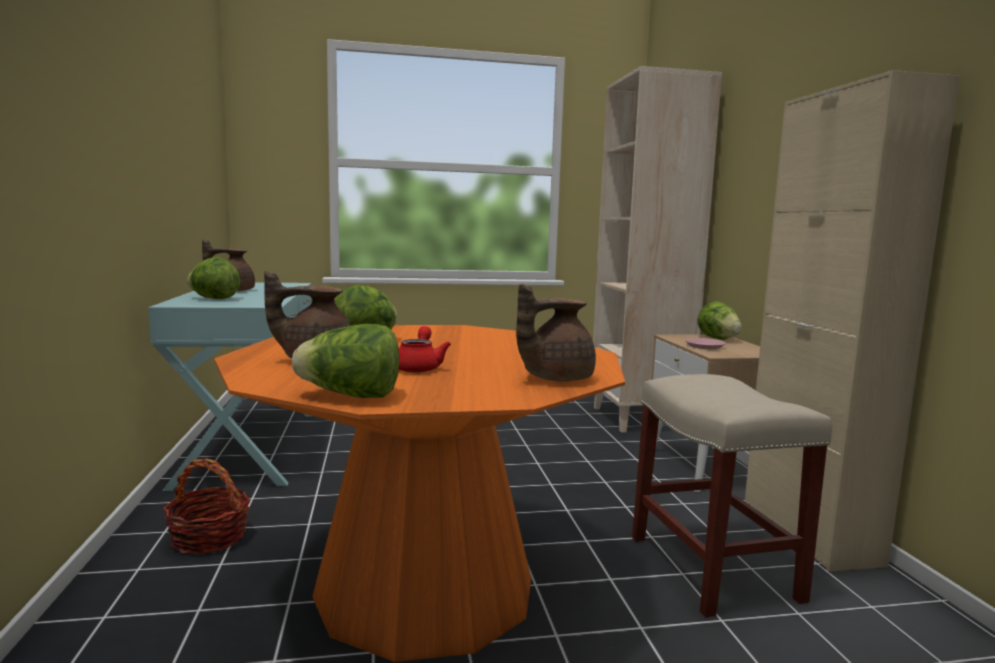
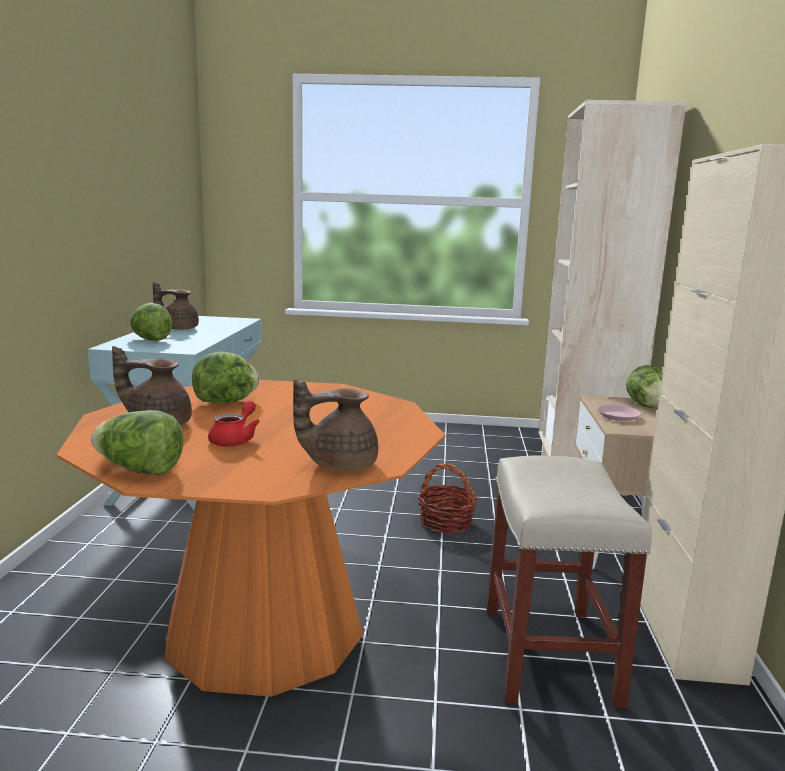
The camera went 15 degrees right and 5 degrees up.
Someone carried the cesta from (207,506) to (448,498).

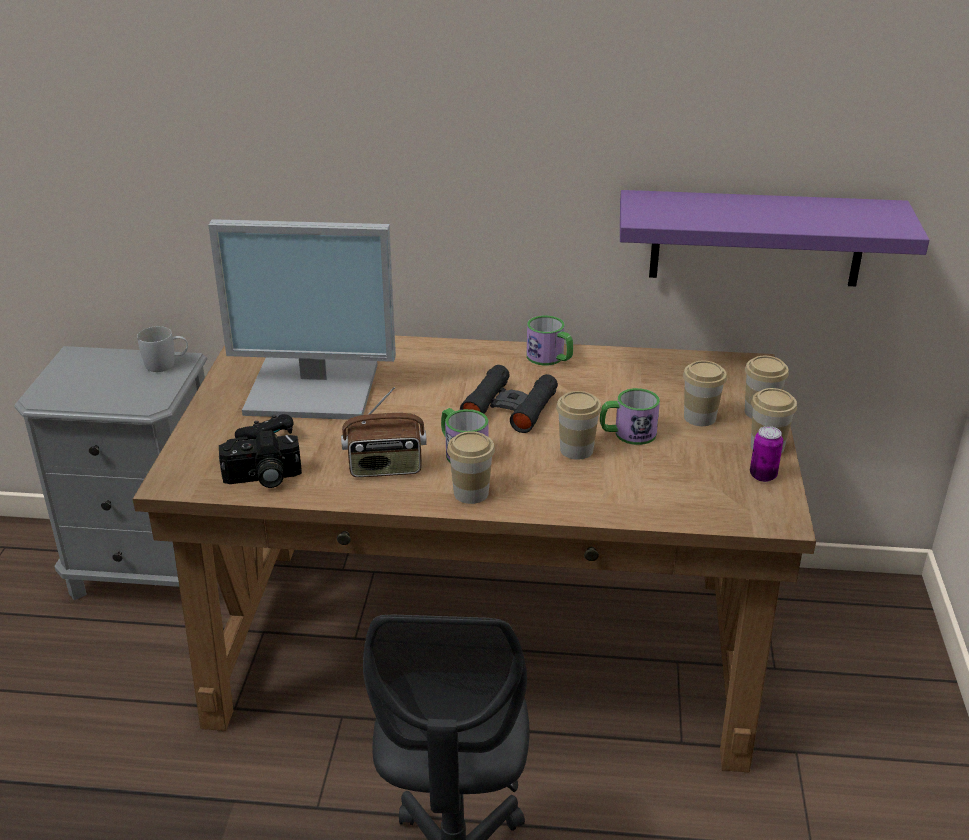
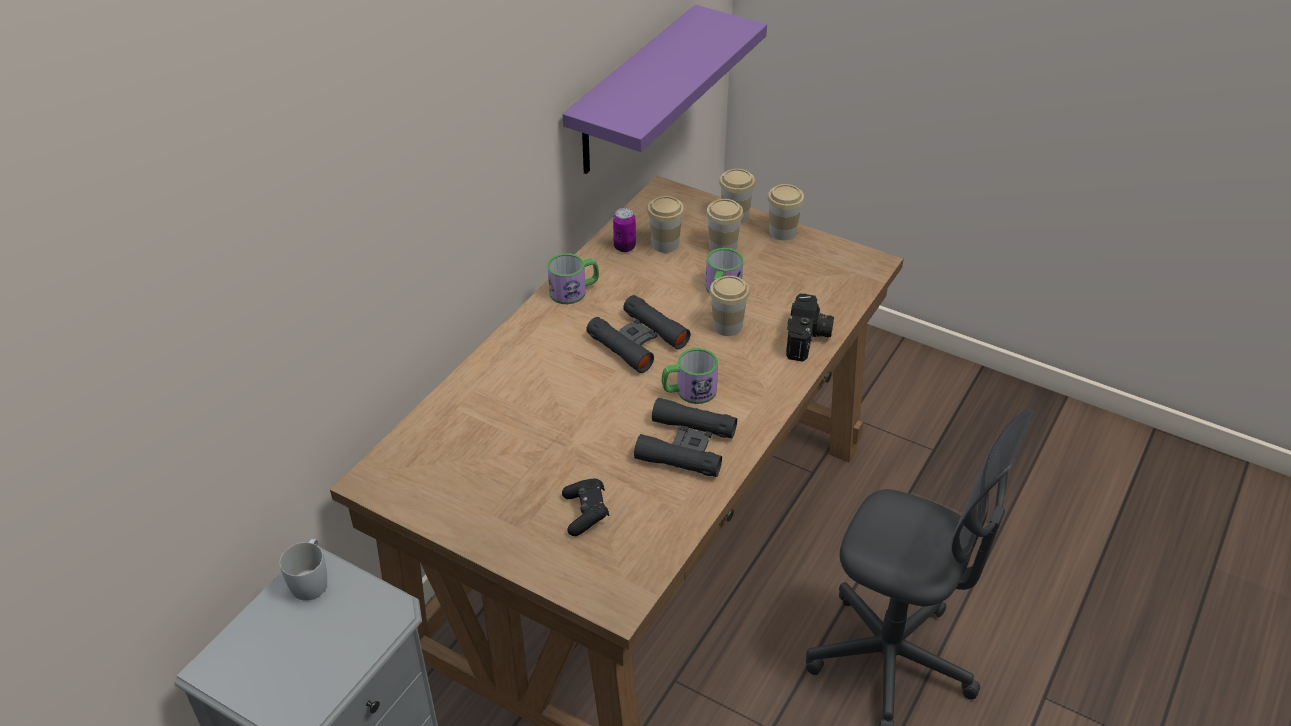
The camera went 65 degrees left and 10 degrees up.
Someone took away the monitor at (302,319).
Someone carried the cámara from (260,459) to (810,327).
Someone swapped the radio at (384,432) for the prismáticos (negro) at (685,437).
Someone carried the taza from (471,467) to (665,224).
Someone carried the lata from (766,454) to (624,230).

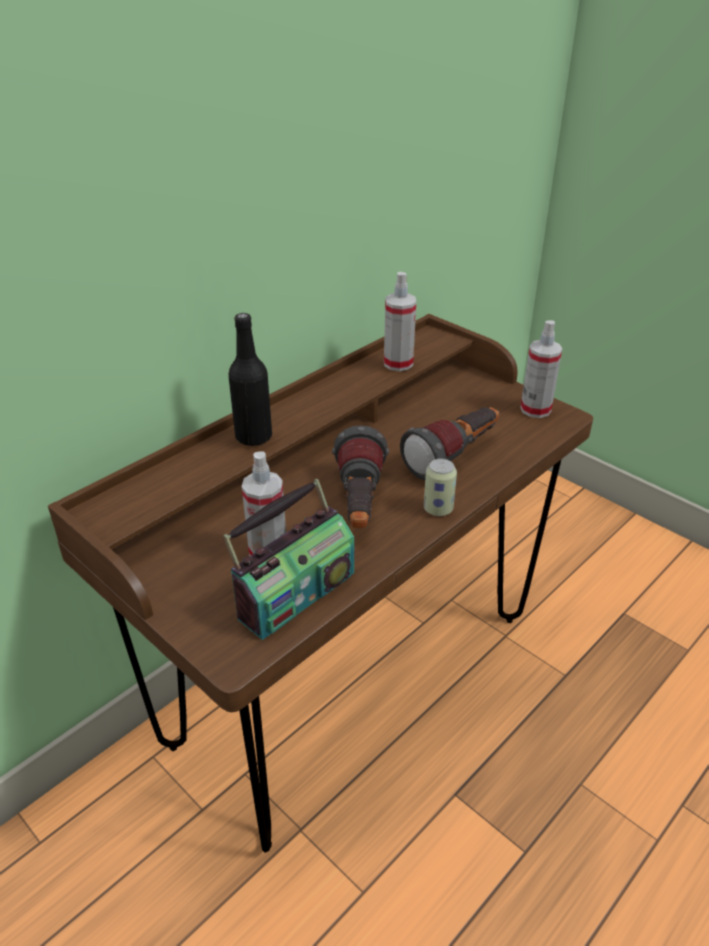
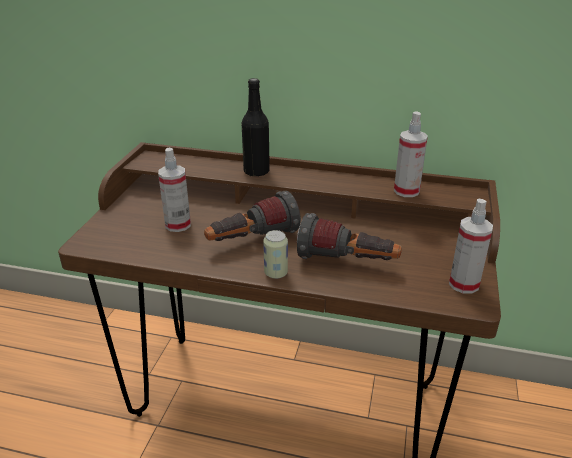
The camera went 60 degrees right and 5 degrees down.
Someone took away the radio at (288,559).

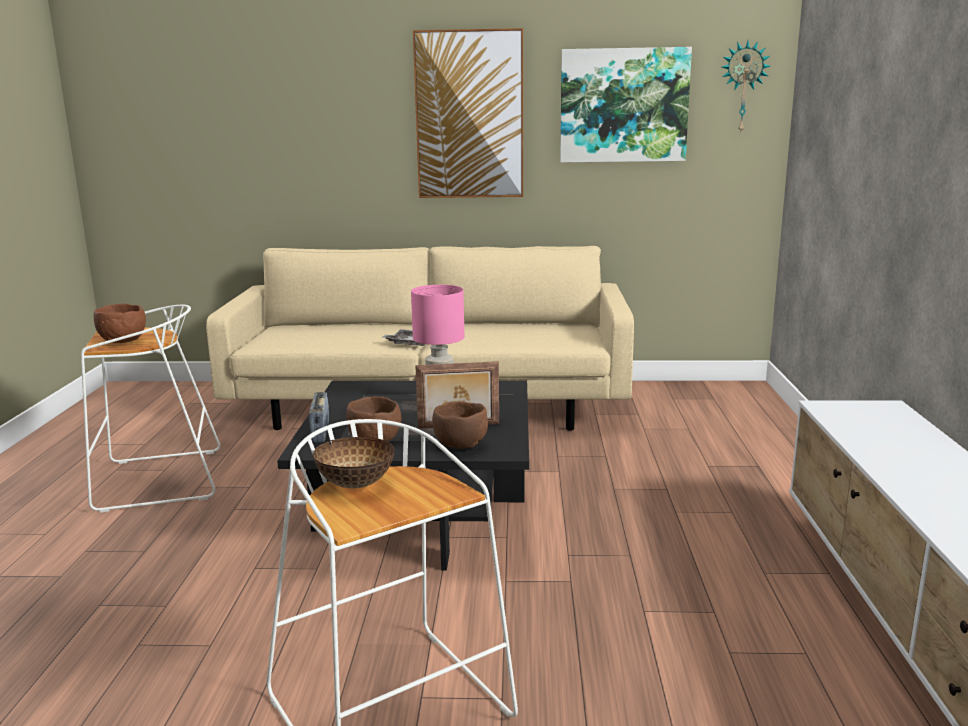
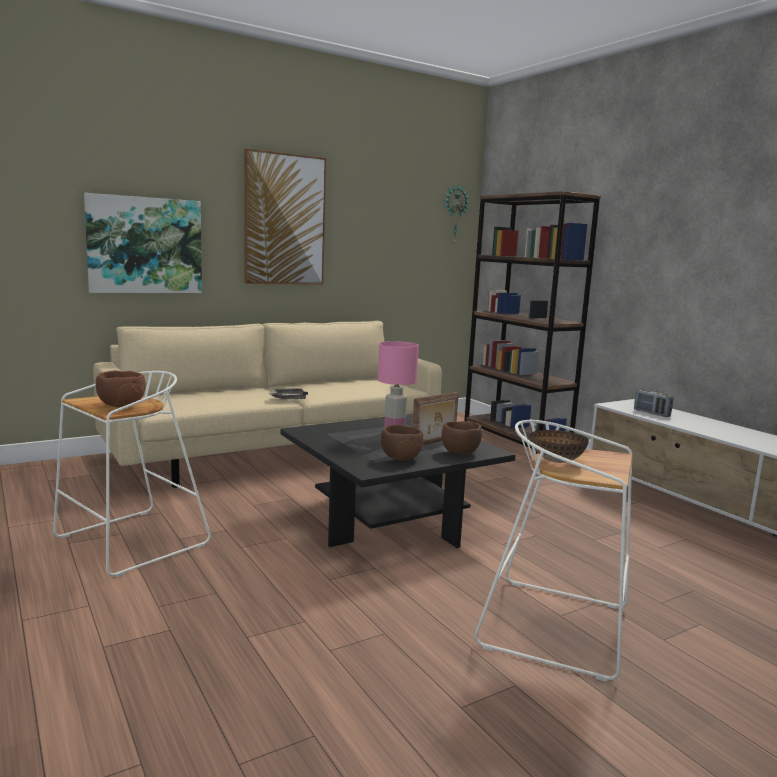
The camera went 35 degrees left and 5 degrees down.
Someone carried the radio from (319,417) to (653,403).
Someone carried the cuadro from (626,105) to (143,243).
Someone put down the estantería (marrón) at (532,322).

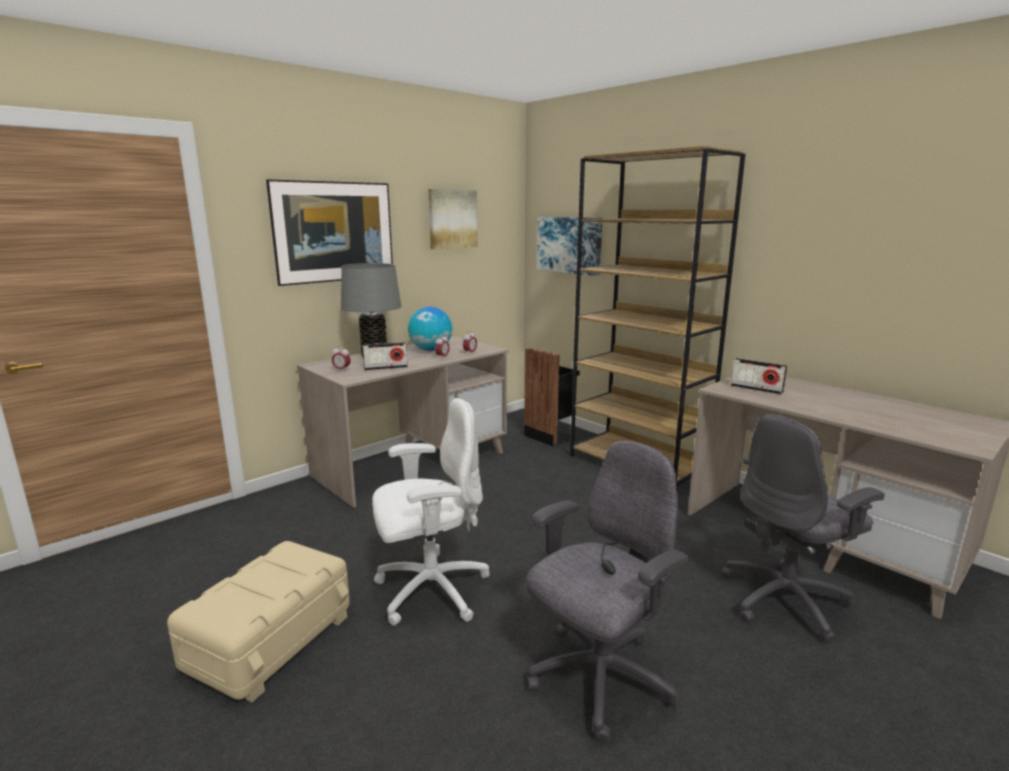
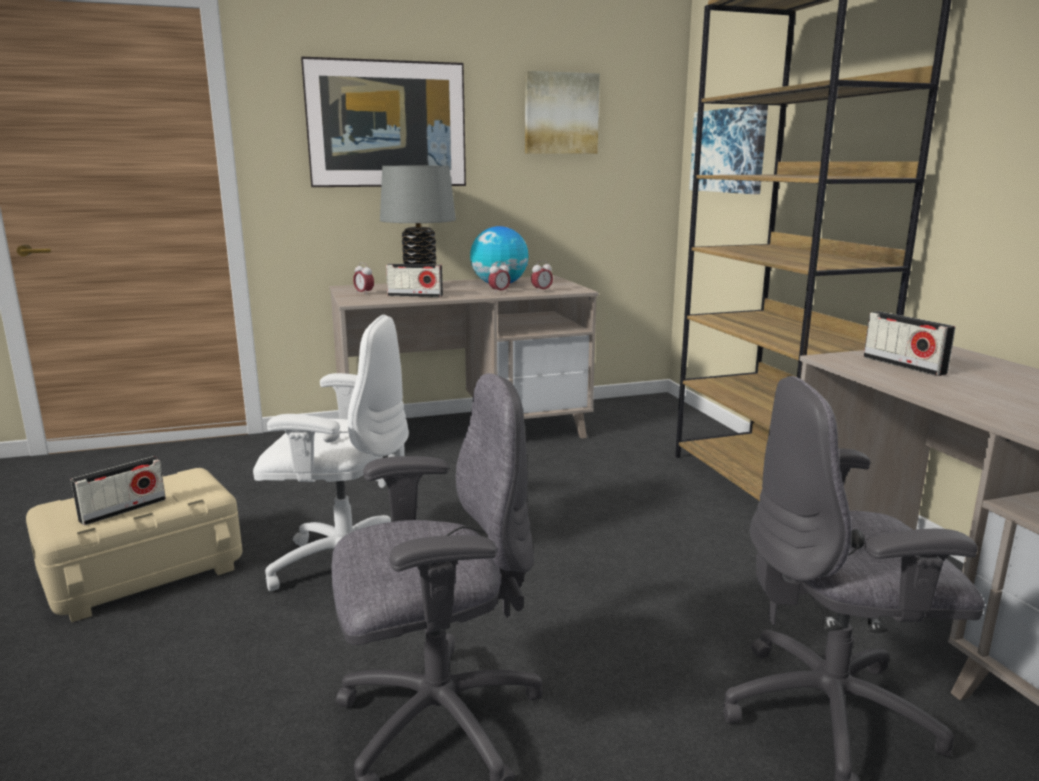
The camera went 25 degrees right and 0 degrees up.
Someone took away the papelera (negro) at (552,397).
Someone put down the radio at (118,491).

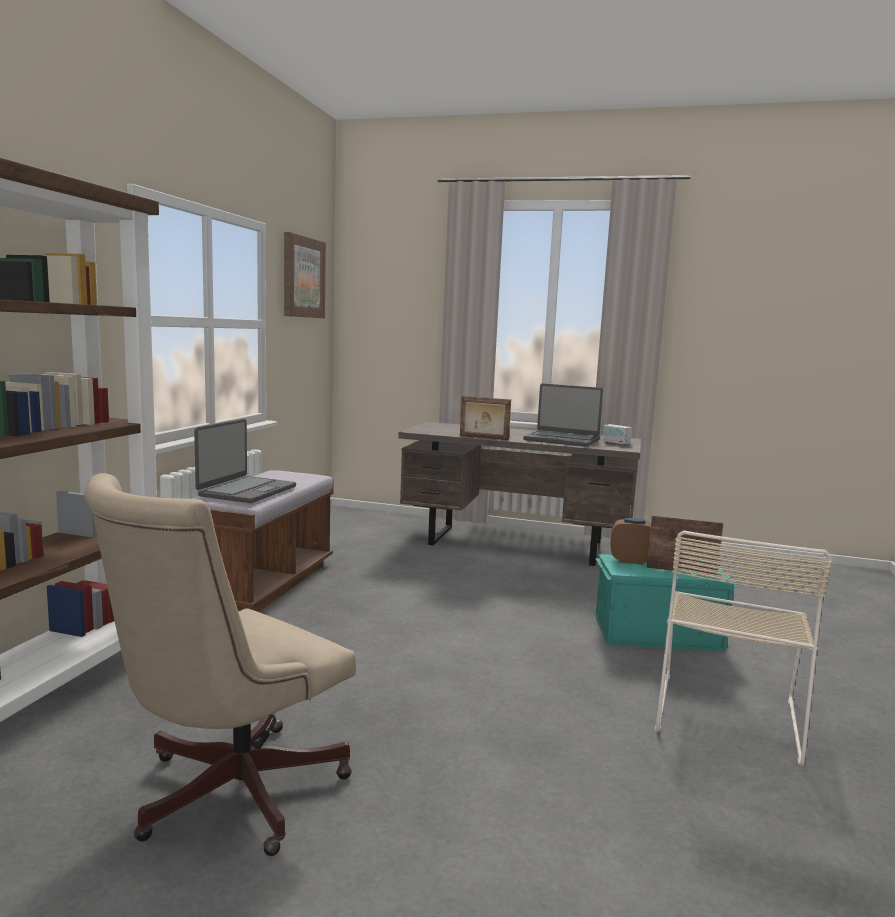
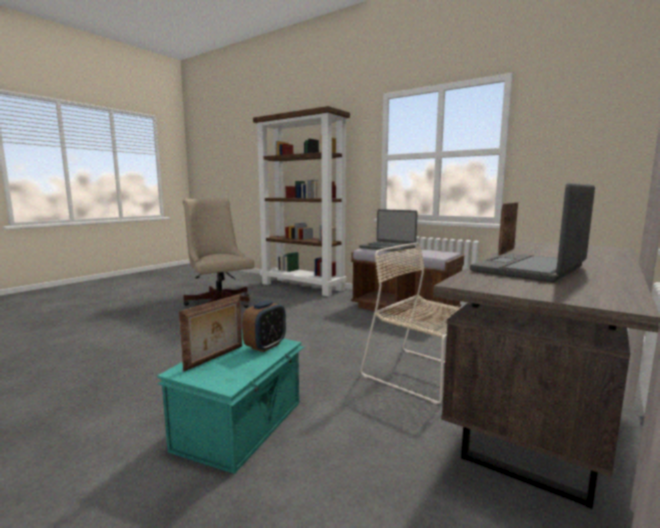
The camera went 110 degrees right and 0 degrees up.
Someone took away the cuadro at (305,275).
Someone took away the radio at (617,429).
Someone carried the silla (beis) from (743,648) to (410,323).

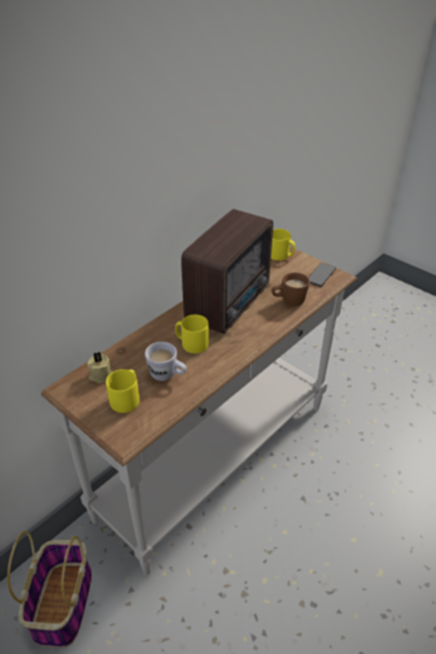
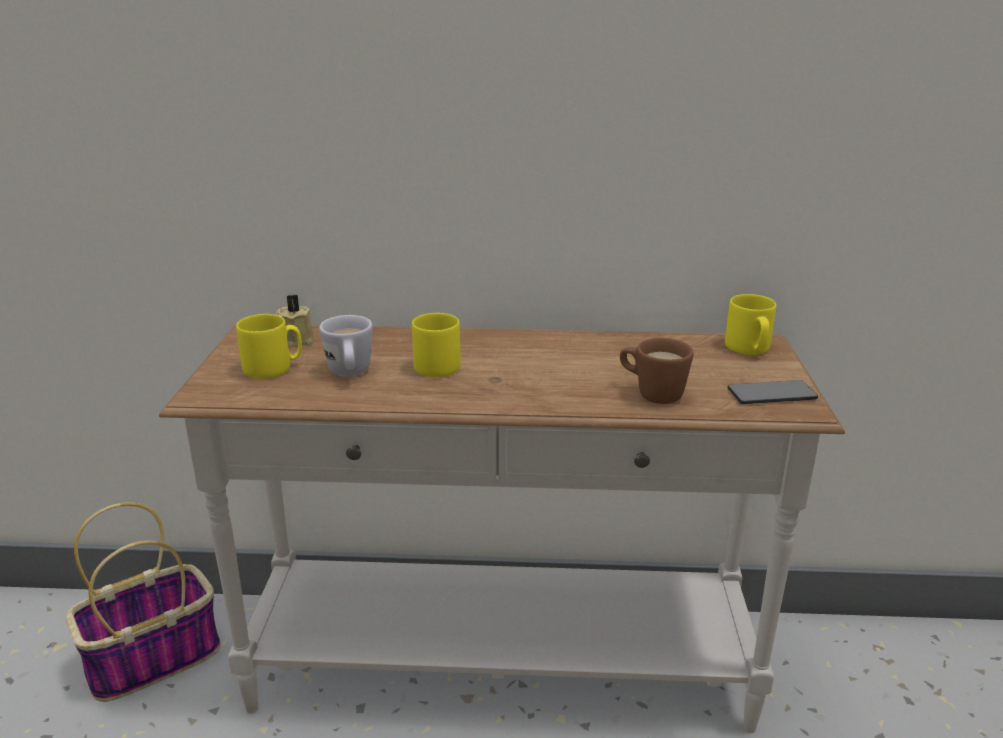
The camera went 50 degrees right and 15 degrees down.
Someone took away the radio at (227,271).

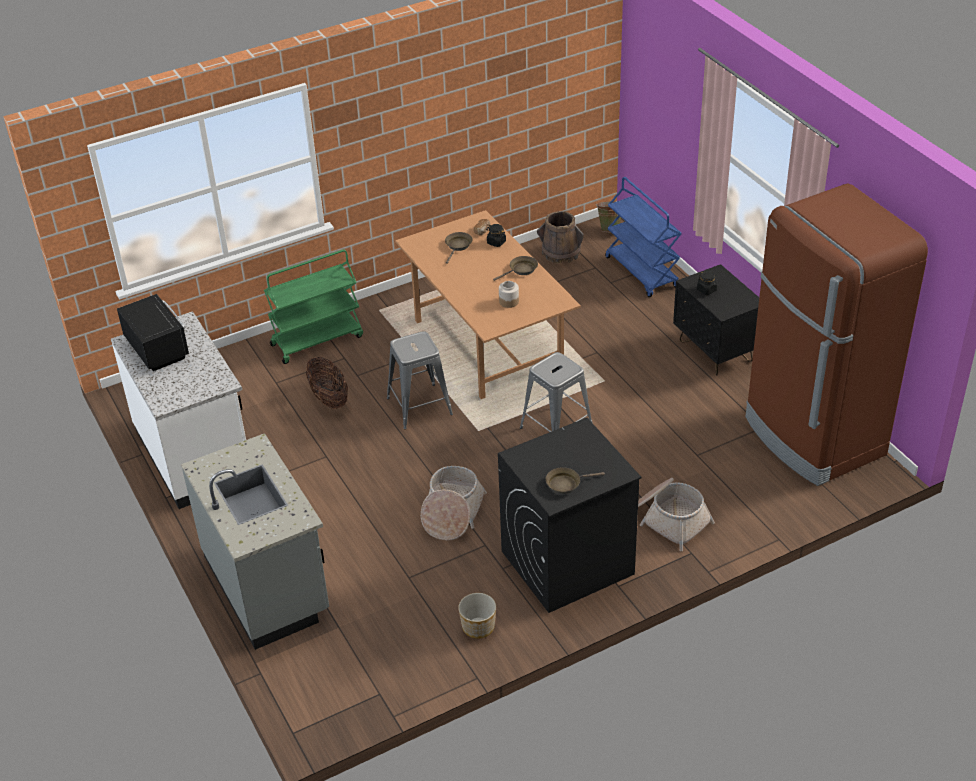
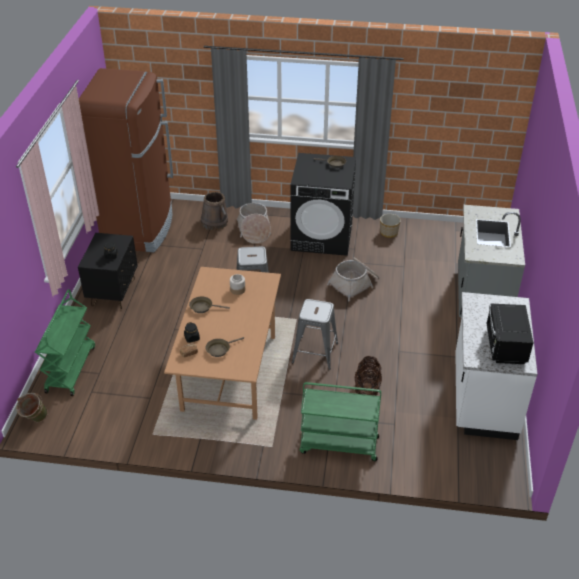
The camera went 145 degrees left and 0 degrees up.
Someone carried the cubo (marrón) from (560,237) to (214,211).
Someone repainted the carrito (azul) at (643,237), which became the carrito (verde) at (65,342).

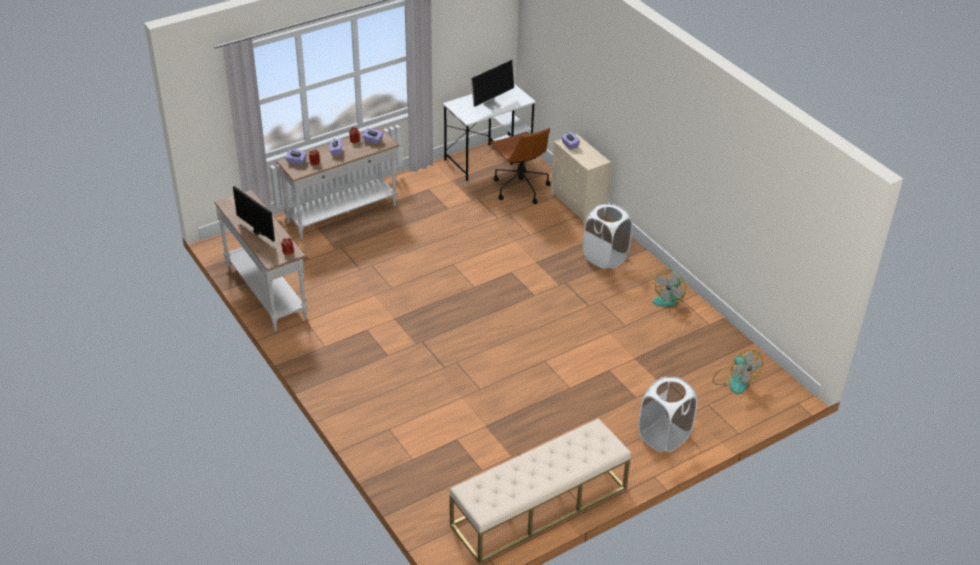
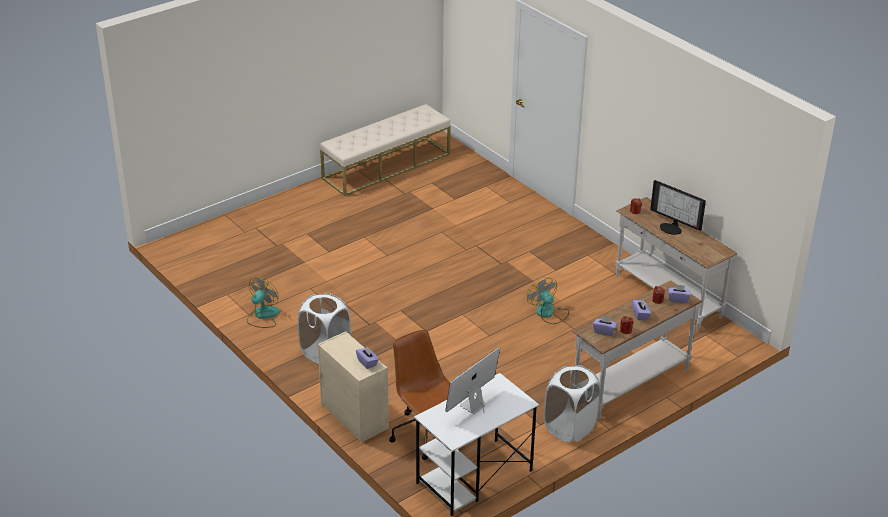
The camera went 175 degrees right and 5 degrees down.
Someone carried the cesto de la ropa (blanco) from (667,414) to (572,404).
Someone carried the ventilador from (738,372) to (548,300).

